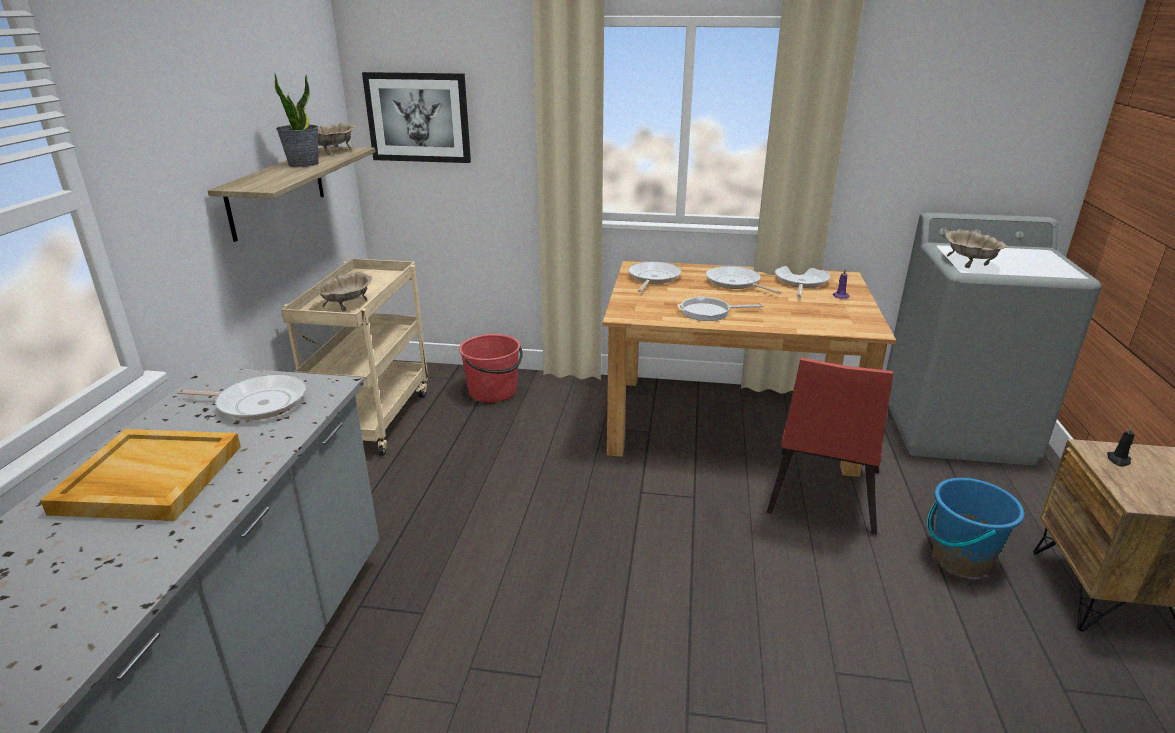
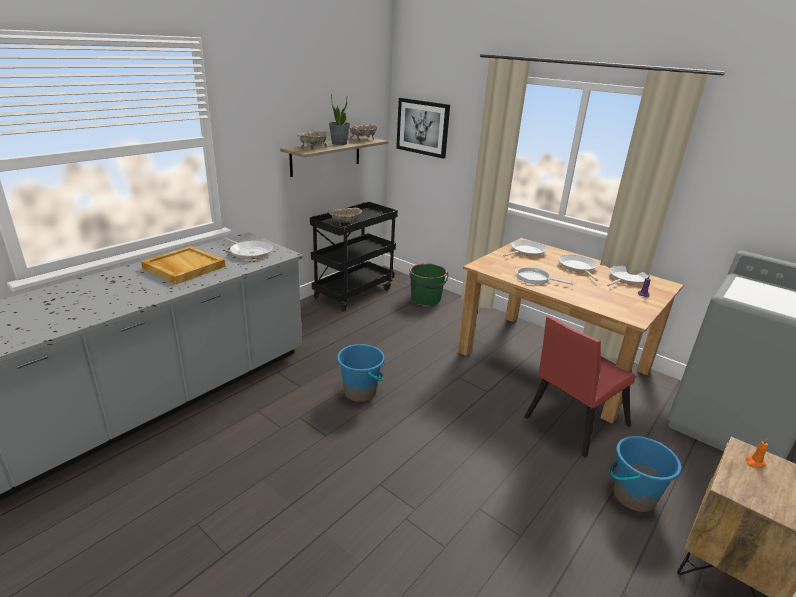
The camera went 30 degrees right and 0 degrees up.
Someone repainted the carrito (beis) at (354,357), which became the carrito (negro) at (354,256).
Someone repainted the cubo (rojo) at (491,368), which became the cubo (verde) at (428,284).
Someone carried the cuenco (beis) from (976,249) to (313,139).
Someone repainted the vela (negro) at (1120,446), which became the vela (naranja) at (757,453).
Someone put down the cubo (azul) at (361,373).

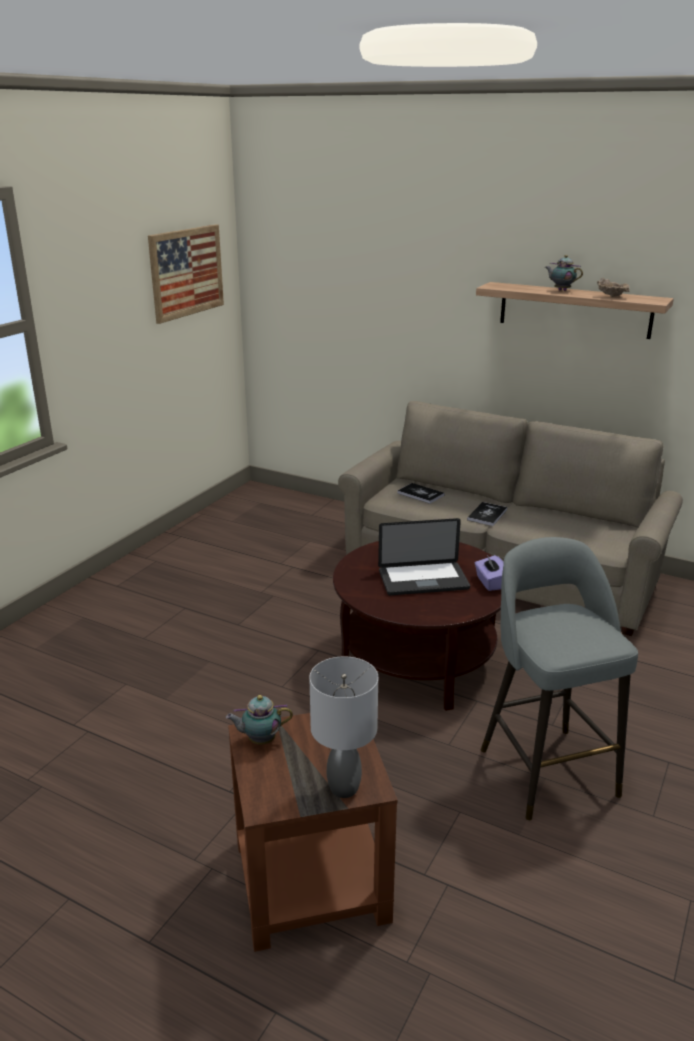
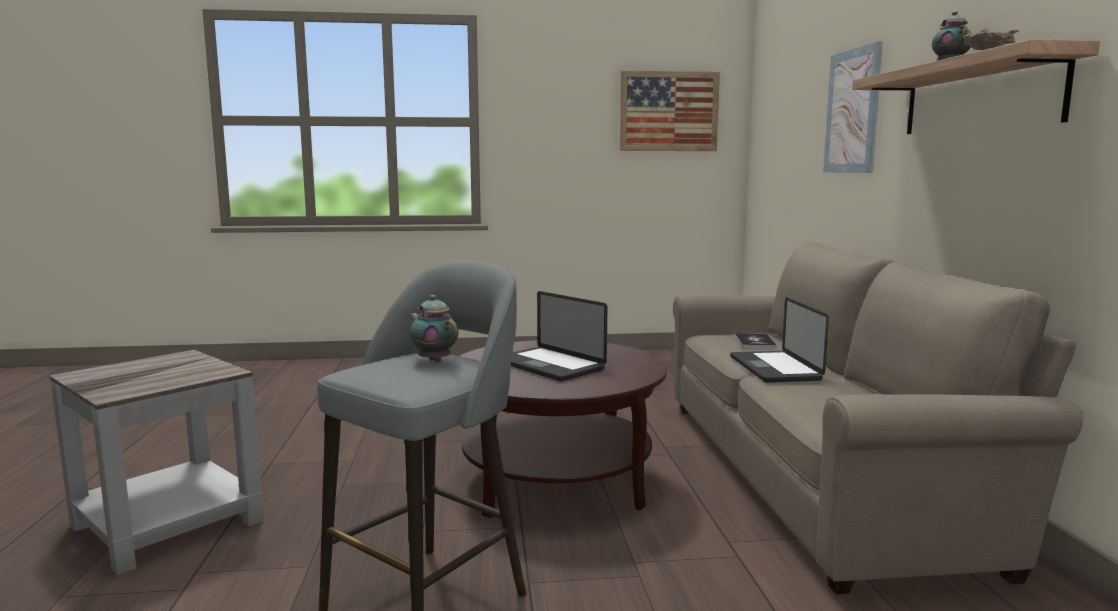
The camera went 55 degrees right and 15 degrees down.
Someone carried the tetera from (259,720) to (434,328).
Someone repainted the mesa auxiliar (marrón) at (313,832), which became the mesa auxiliar (gris) at (156,462).
Someone took away the lámpara de mesa (gris) at (343,727).
Someone swapped the libro at (487,514) for the portátil at (779,339).
Someone took away the caja de pañuelos (morado) at (489,573).
Someone put up the cuadro at (853,107).

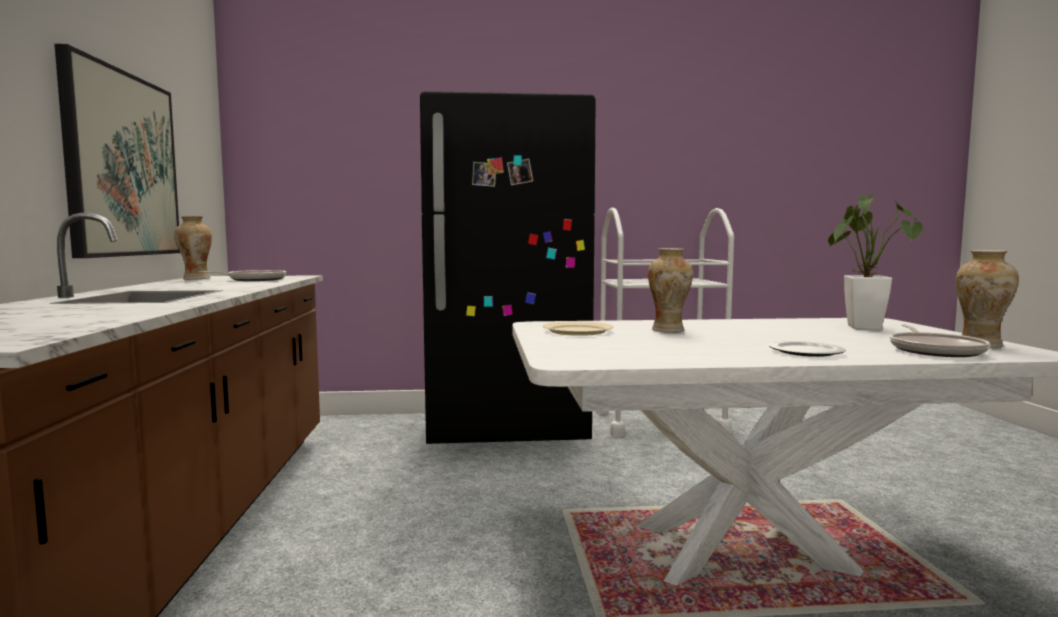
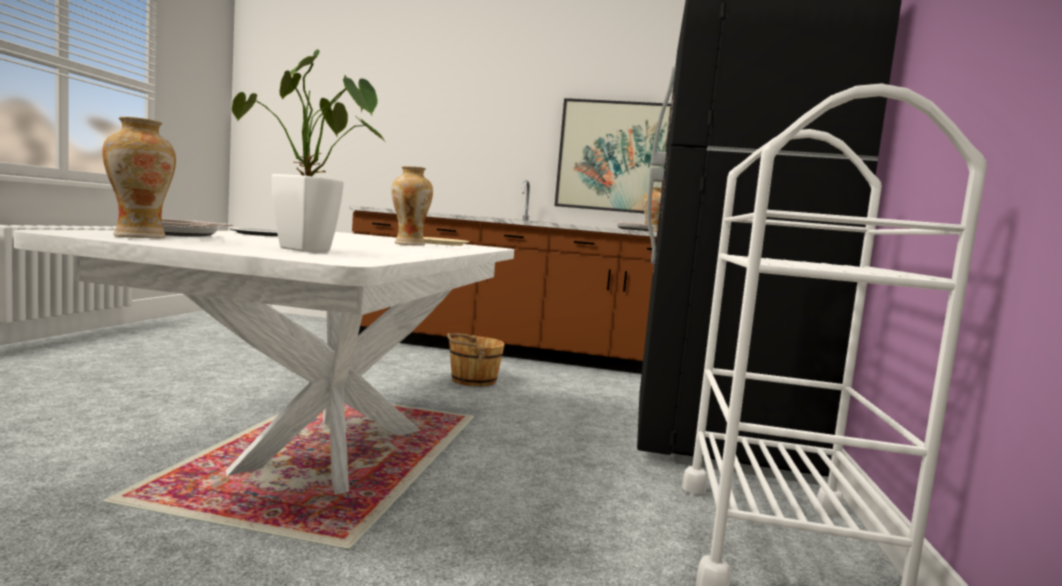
The camera went 105 degrees right and 0 degrees up.
Someone put down the cubo (marrón) at (476,360).

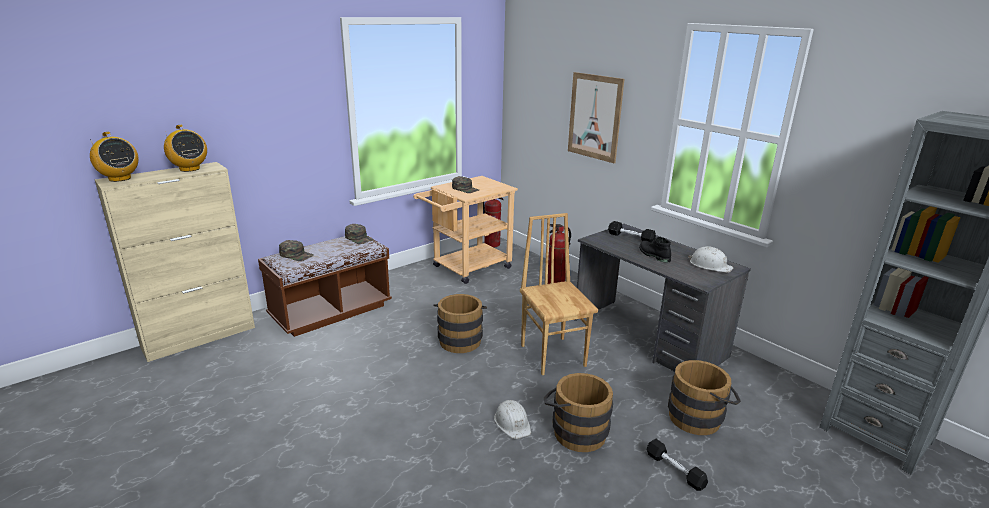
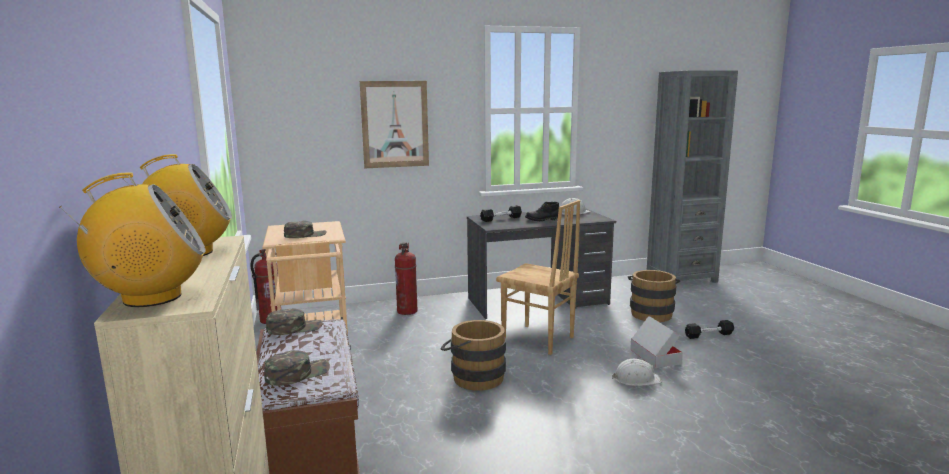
The camera went 65 degrees left and 10 degrees down.
Someone rotated the silla (marrón) at (559,294) by 150 degrees counterclockwise.
Someone swapped the cubo (marrón) at (578,412) for the caja de cartón at (656,342).

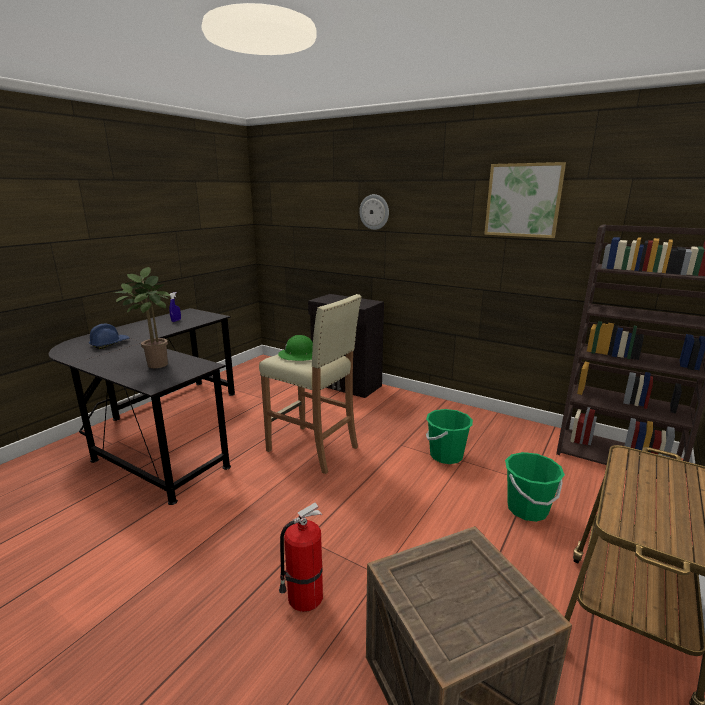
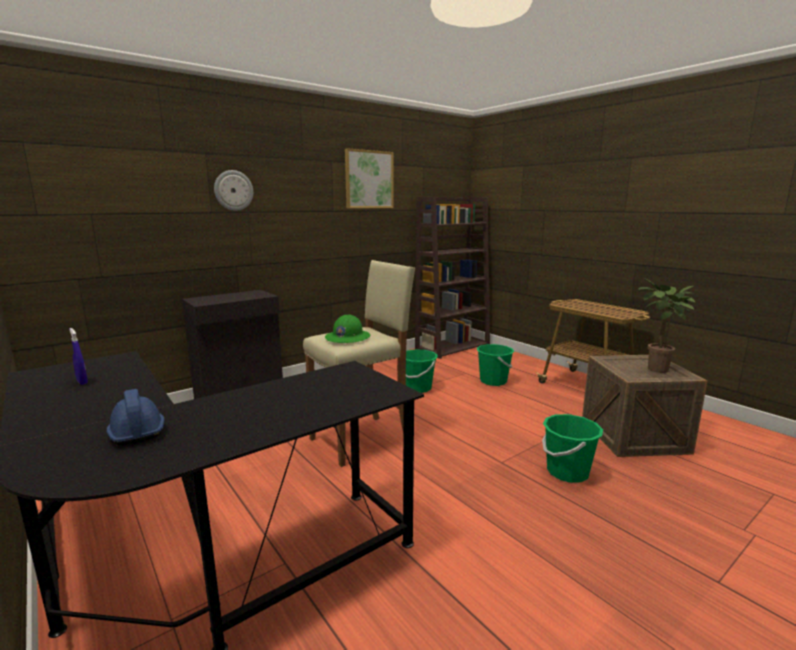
The camera went 70 degrees left and 5 degrees down.
Someone carried the planta en maceta from (142,317) to (667,325).
Someone swapped the extintor at (301,557) for the cubo (verde) at (572,448).

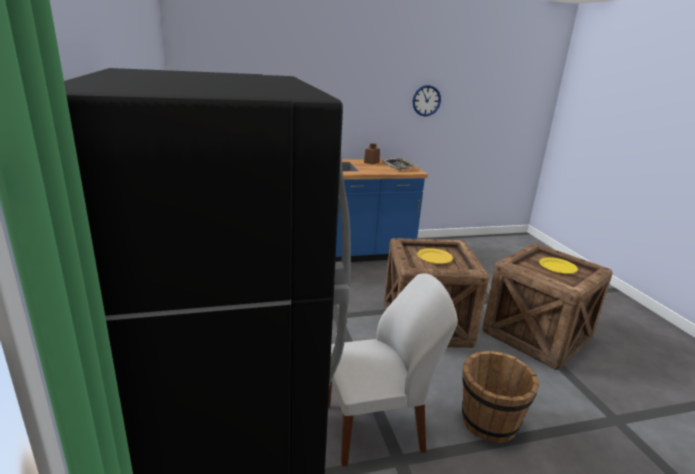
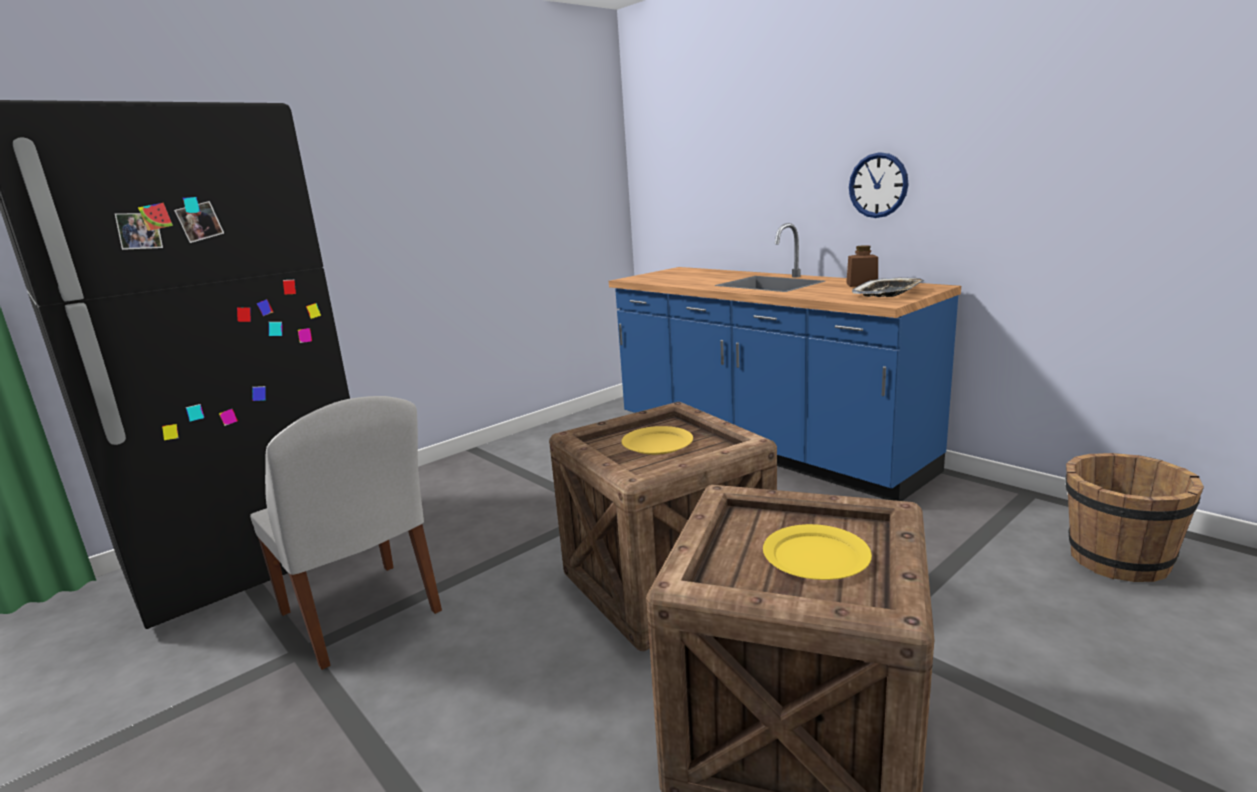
The camera went 65 degrees right and 5 degrees down.
Someone carried the reloj de pared from (427,101) to (879,185).
Someone carried the cubo (marrón) from (500,397) to (1134,517).

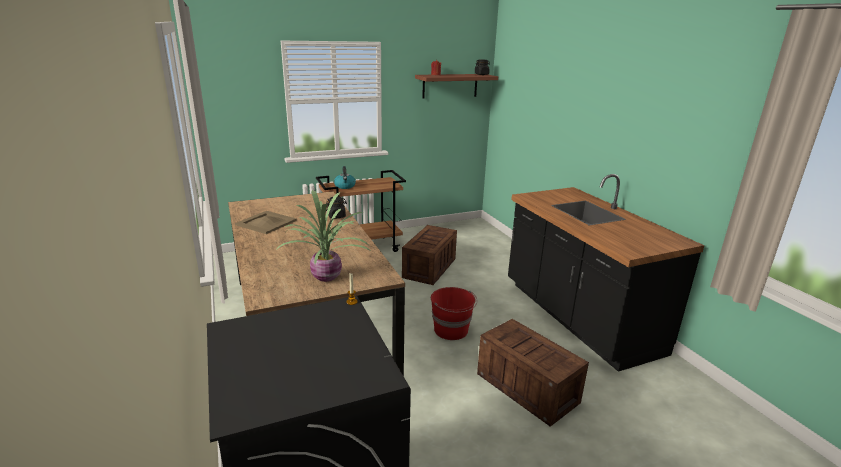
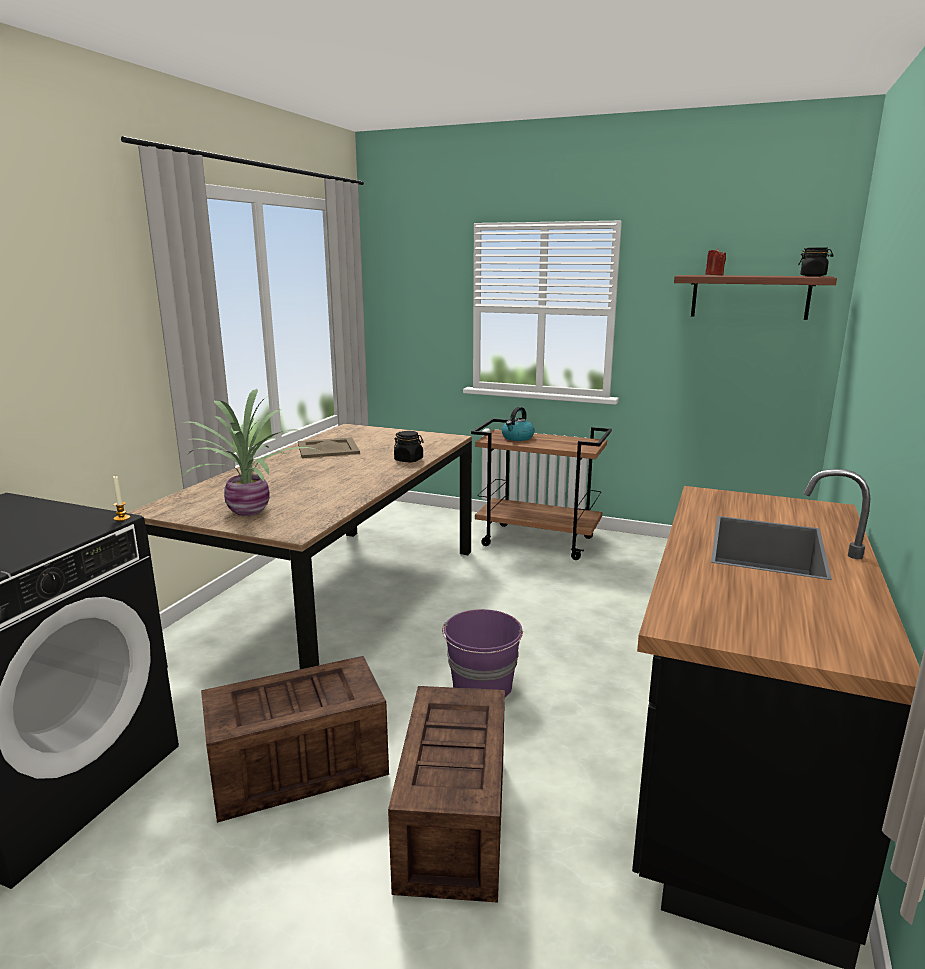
The camera went 45 degrees right and 5 degrees down.
Someone carried the caja de embalaje from (429,255) to (295,739).
Someone repainted the cubo (rojo) at (454,313), which became the cubo (morado) at (482,653).

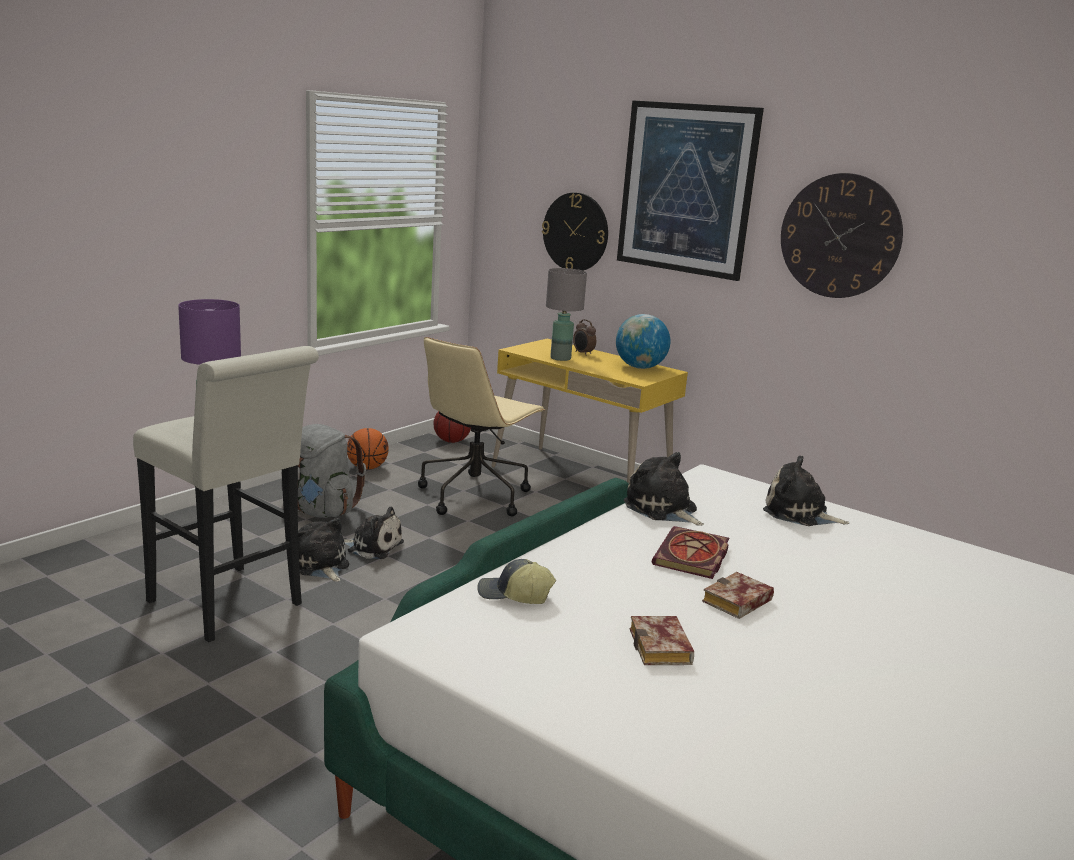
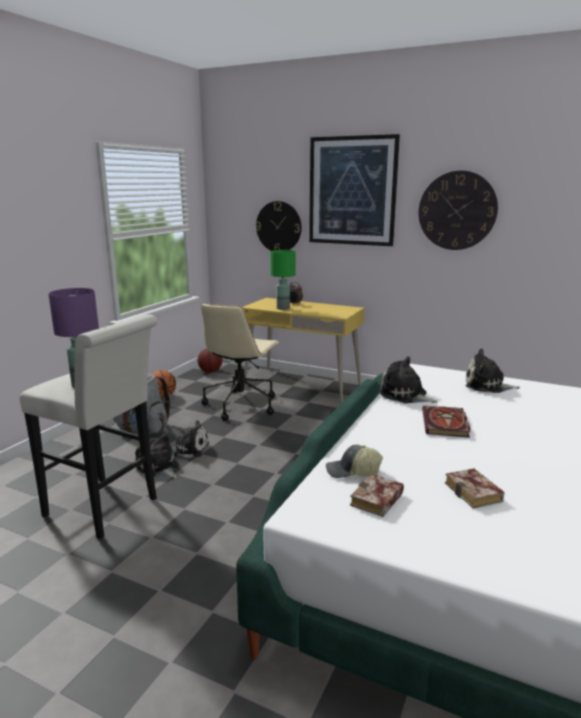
The camera went 10 degrees left and 0 degrees up.
Someone repainted the lámpara de mesa (gris) at (566,314), which became the lámpara de mesa (verde) at (283,280).
Someone took away the globo terráqueo at (643,341).
Someone carried the libro from (738,595) to (377,495).

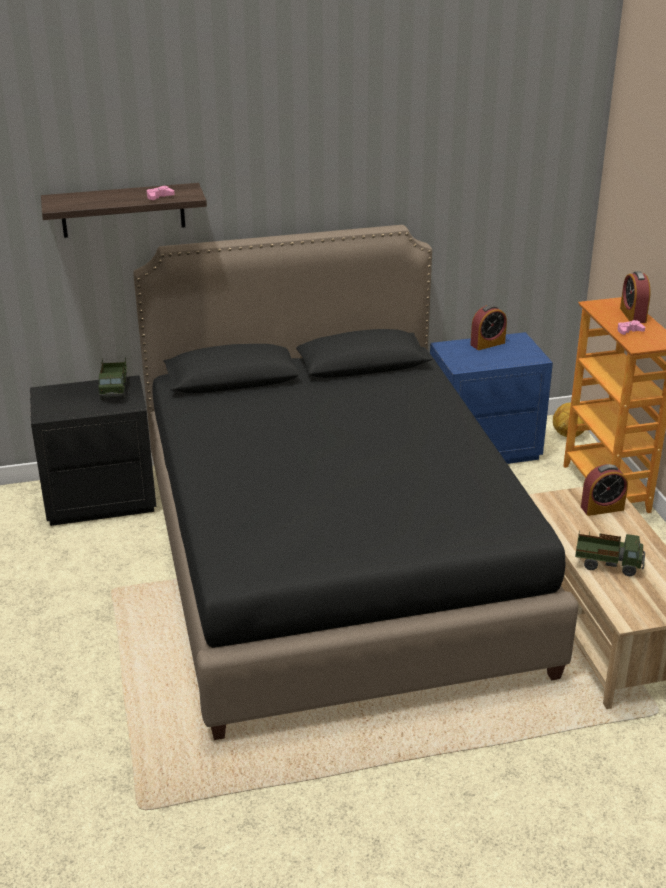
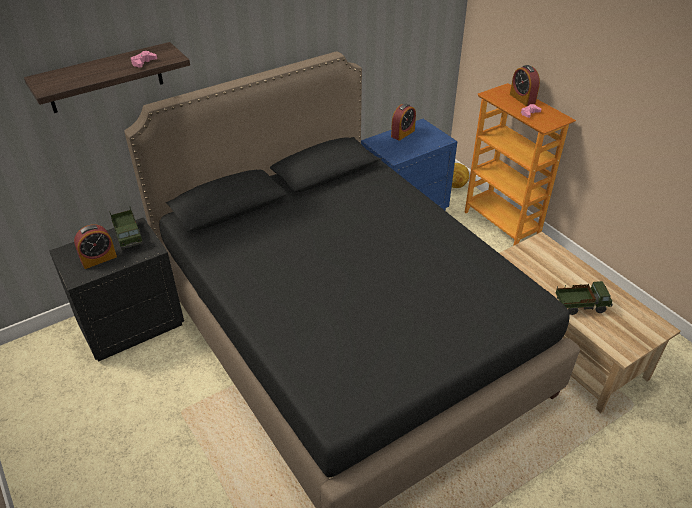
The camera went 20 degrees left and 10 degrees up.
Someone carried the despertador from (604,490) to (95,246).

